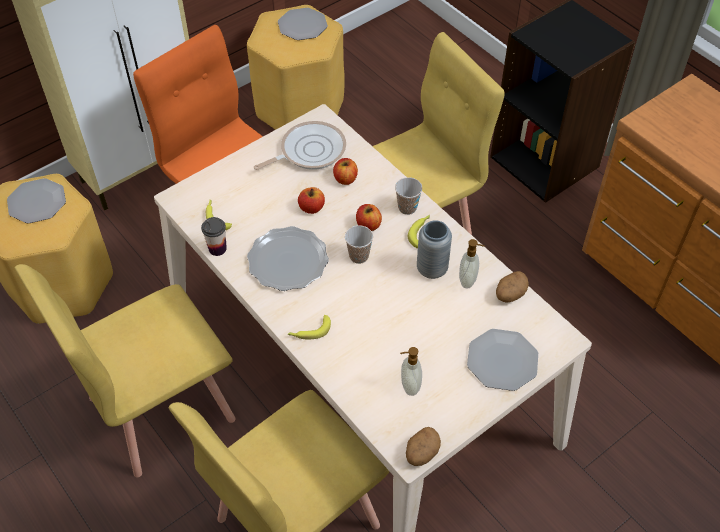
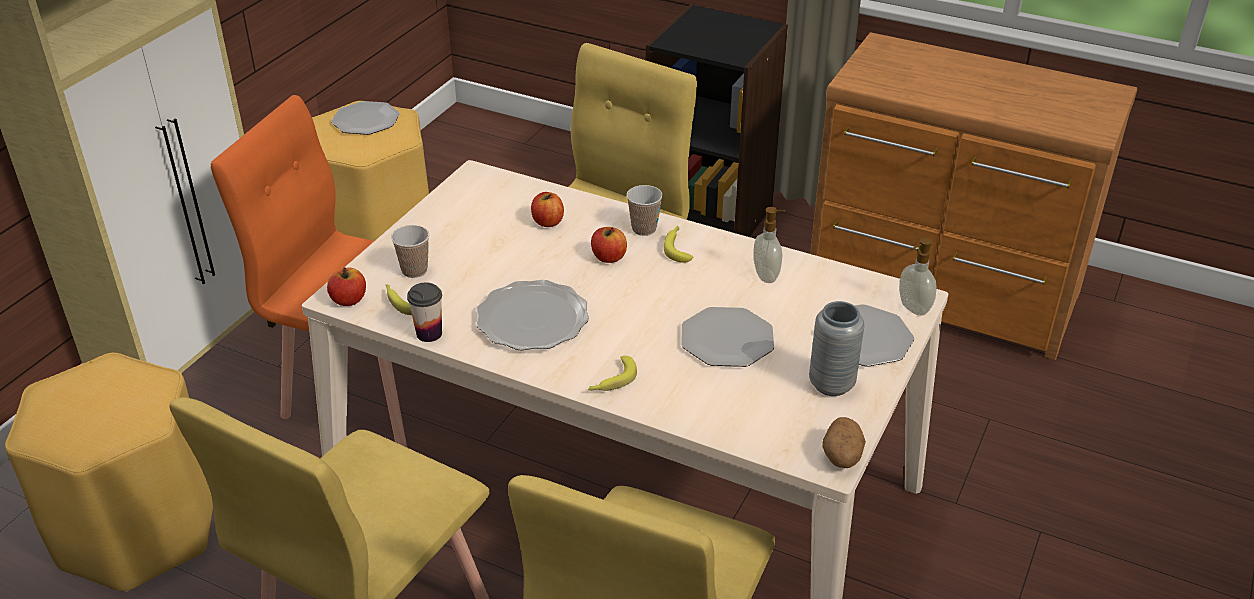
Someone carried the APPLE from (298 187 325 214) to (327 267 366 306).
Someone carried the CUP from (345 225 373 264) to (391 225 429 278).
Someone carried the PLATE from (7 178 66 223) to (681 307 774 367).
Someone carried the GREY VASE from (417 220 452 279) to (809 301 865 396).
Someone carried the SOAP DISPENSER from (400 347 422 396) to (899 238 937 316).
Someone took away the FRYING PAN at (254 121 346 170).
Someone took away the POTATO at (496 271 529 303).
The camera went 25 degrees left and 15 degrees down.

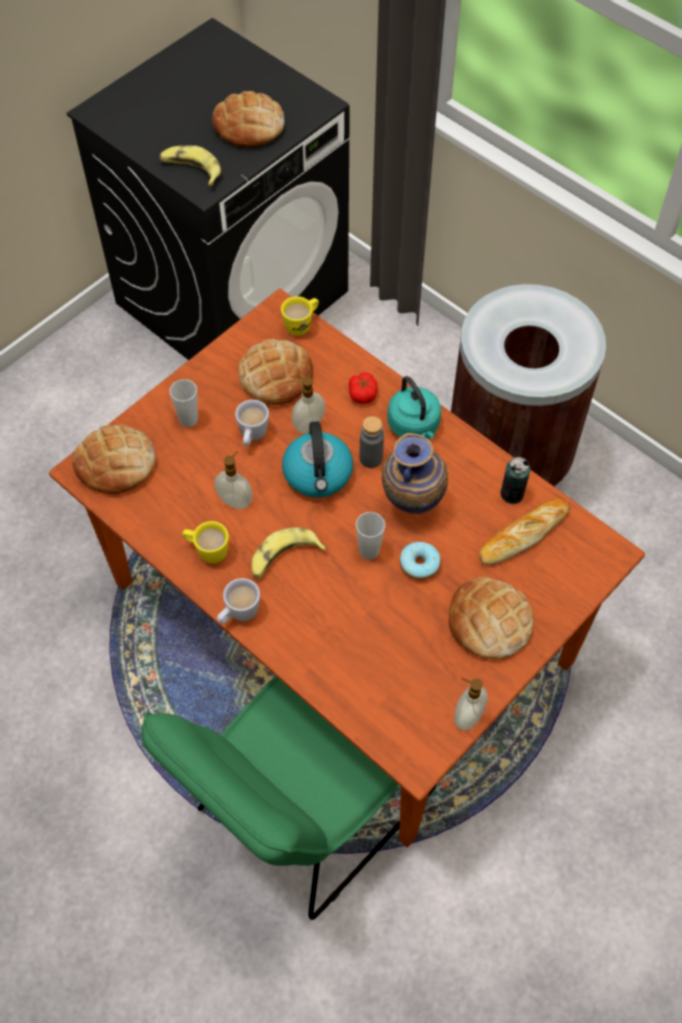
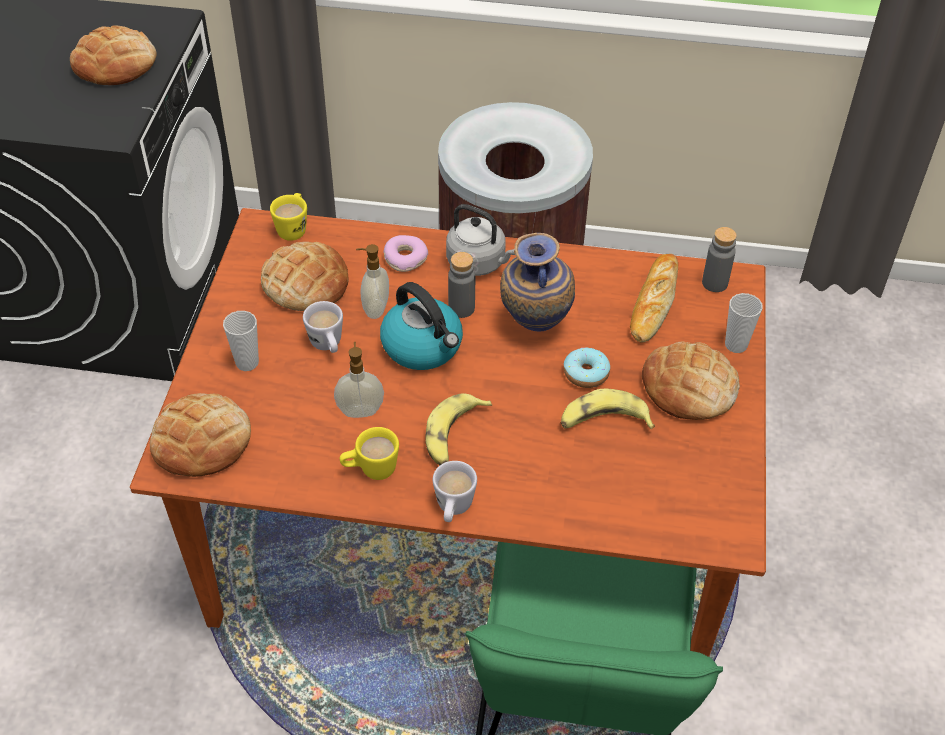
Someone swapped the TOMATO at (349 373 378 404) for the DONUT at (383 235 428 272).
Someone repainted the TURQUOISE KETTLE at (388 376 441 439), which became the GREY KETTLE at (446 204 515 276).
Someone carried the BANANA from (160 146 221 186) to (561 389 655 429).
Someone put down the GREY BOTTLE at (702 227 737 292).
Someone carried the CUP from (356 512 385 559) to (725 293 763 353).
Someone took away the SOAP DISPENSER at (454 678 488 730).
Someone took away the CAN at (501 457 530 504).
The camera went 35 degrees left and 10 degrees down.

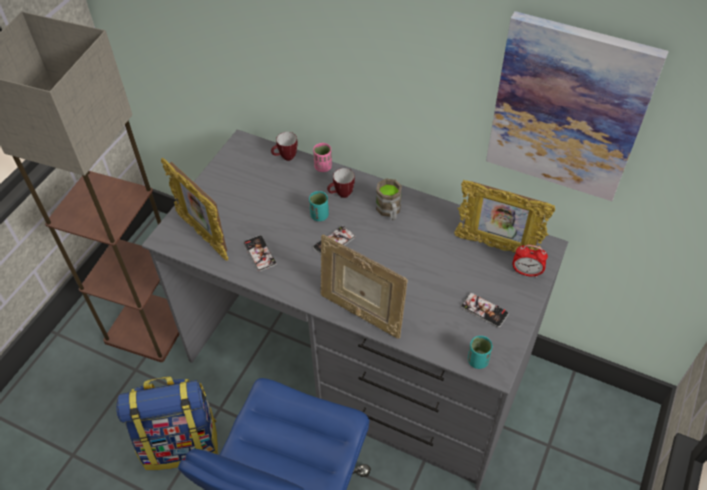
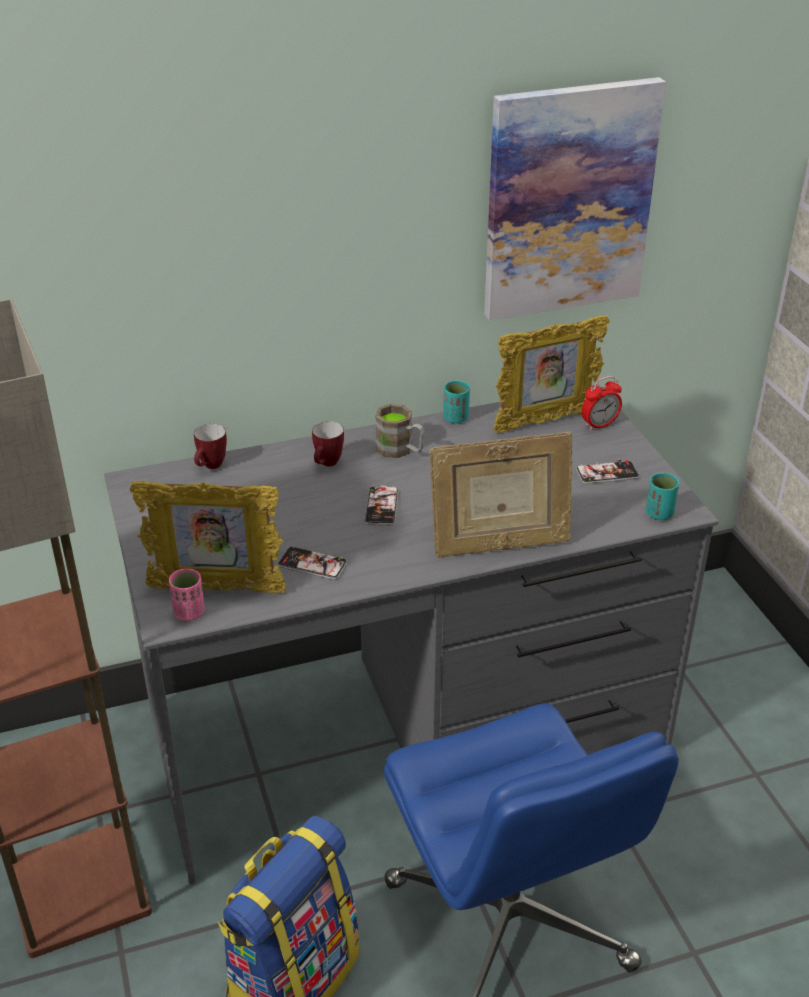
Someone carried the PINK CUP from (313 143 332 172) to (169 569 205 621).
Someone carried the TURQUOISE CUP from (309 191 329 221) to (443 380 470 423).
The camera went 45 degrees left and 15 degrees down.

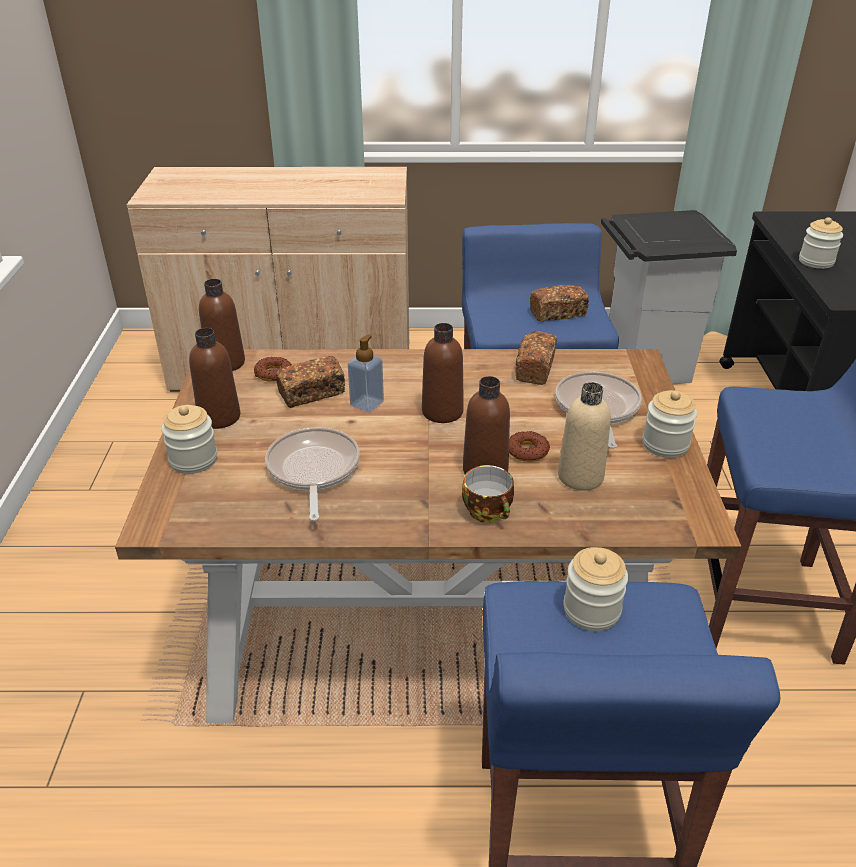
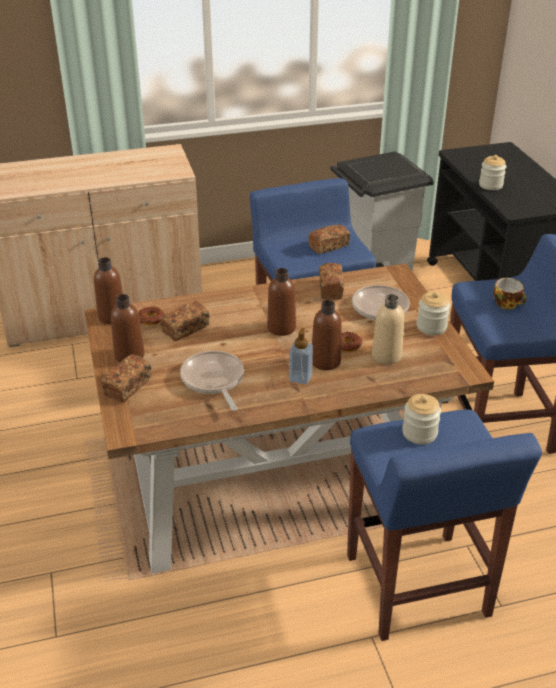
Someone swapped the JAR at (161 405 217 474) for the BREAD at (102 354 152 403).
Someone carried the SOAP DISPENSER from (348 334 384 412) to (289 328 313 385).
Someone carried the CUP from (462 465 514 523) to (493 278 527 309).
The camera went 15 degrees left and 0 degrees up.

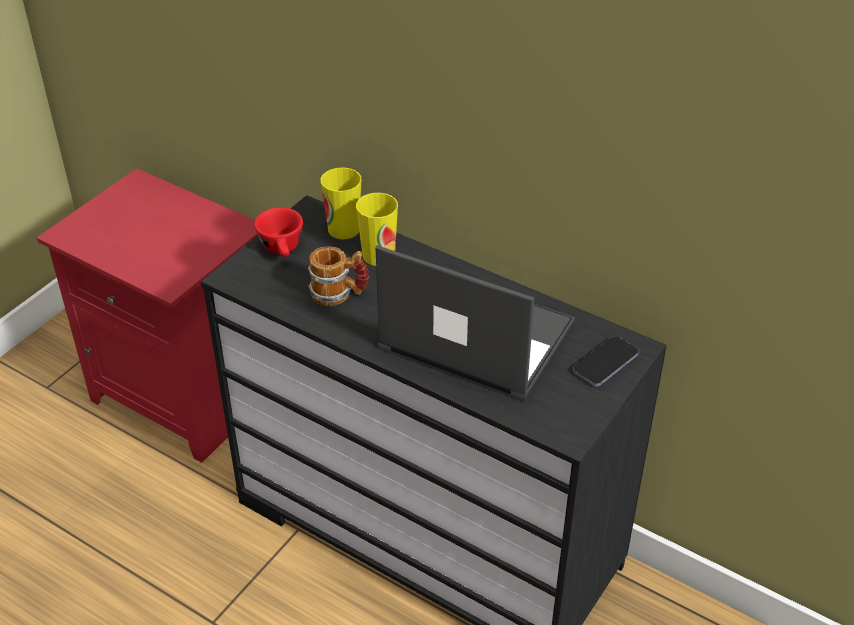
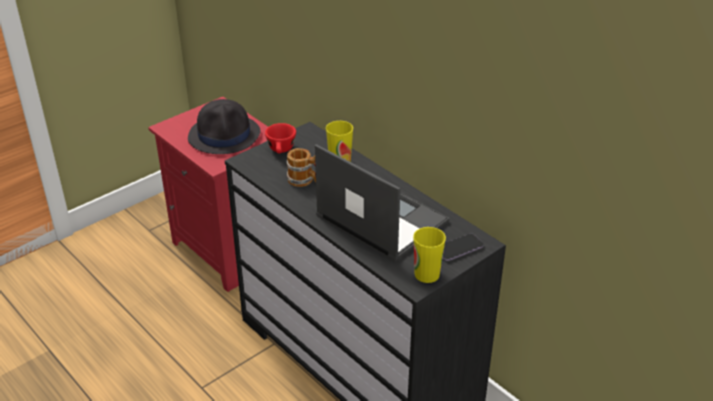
Someone put down the BLACK HAT at (188 99 261 154).
Someone carried the CUP from (321 167 362 239) to (413 227 446 283).
The camera went 15 degrees right and 5 degrees down.

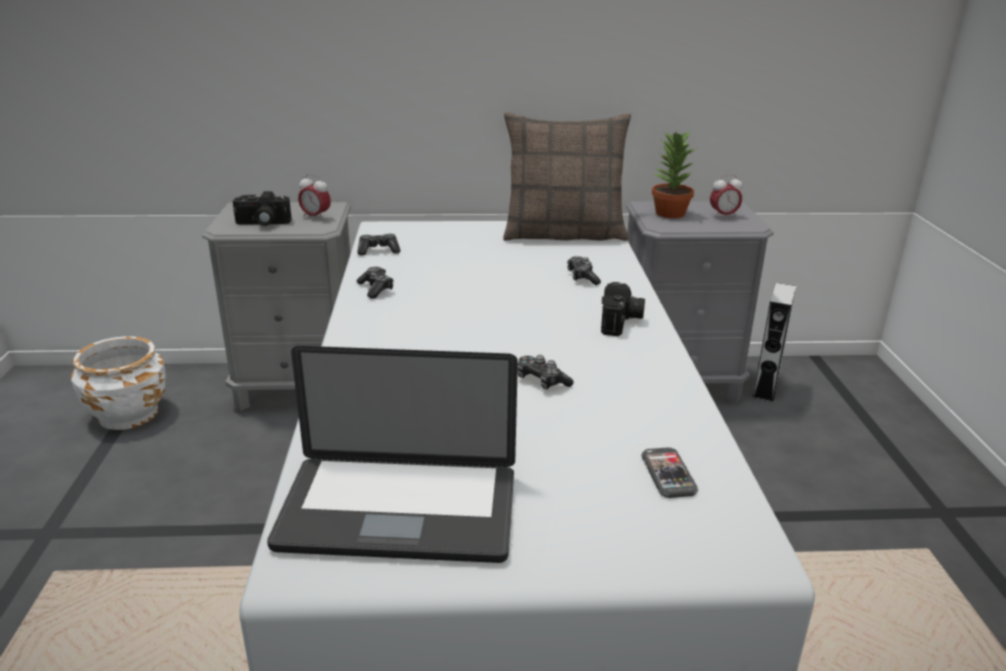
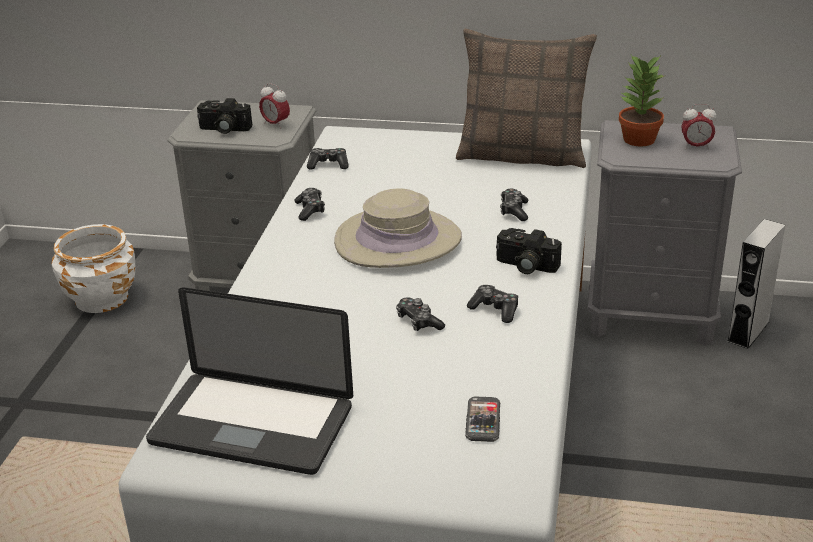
Someone put down the BEIGE HAT at (334 188 462 268).
Someone put down the GAME CONTROLLER at (467 285 518 323).
Someone rotated the PHOTO CAMERA at (601 282 645 336) by 90 degrees clockwise.
The camera went 15 degrees right and 5 degrees up.

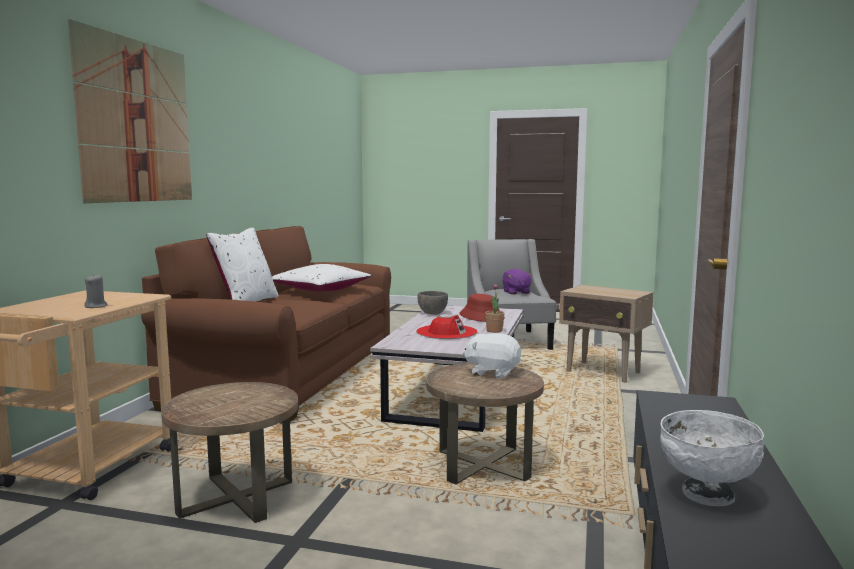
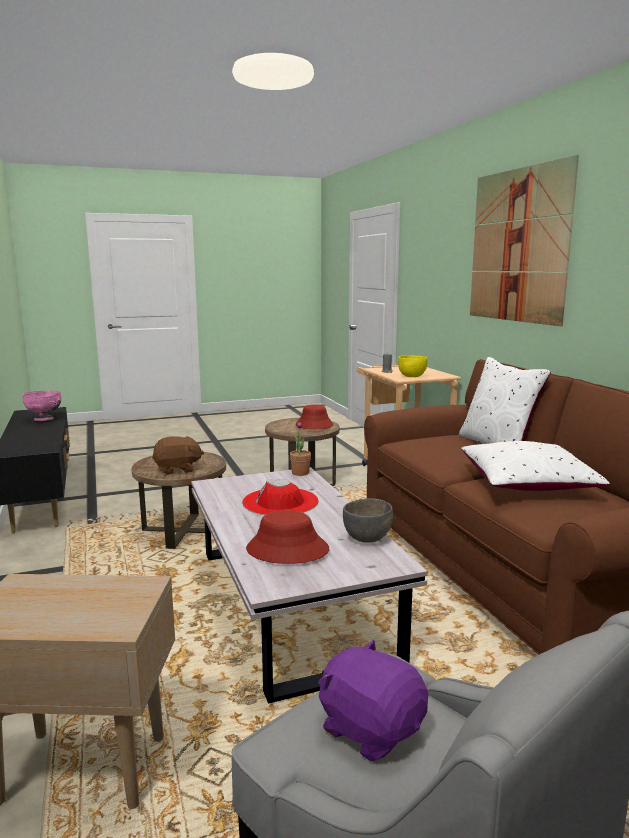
Someone repainted the WHITE BOWL at (660 410 764 506), which became the PINK BOWL at (23 391 61 421).
Someone repainted the WHITE PLUSH TOY at (462 333 522 379), which became the BROWN PLUSH TOY at (152 436 204 474).
Someone carried the POTTED PLANT from (485 284 504 333) to (290 422 311 476).
Someone put down the RED HAT at (296 405 334 429).
Someone put down the YELLOW BOWL at (398 355 427 377).
The camera went 145 degrees right and 5 degrees up.

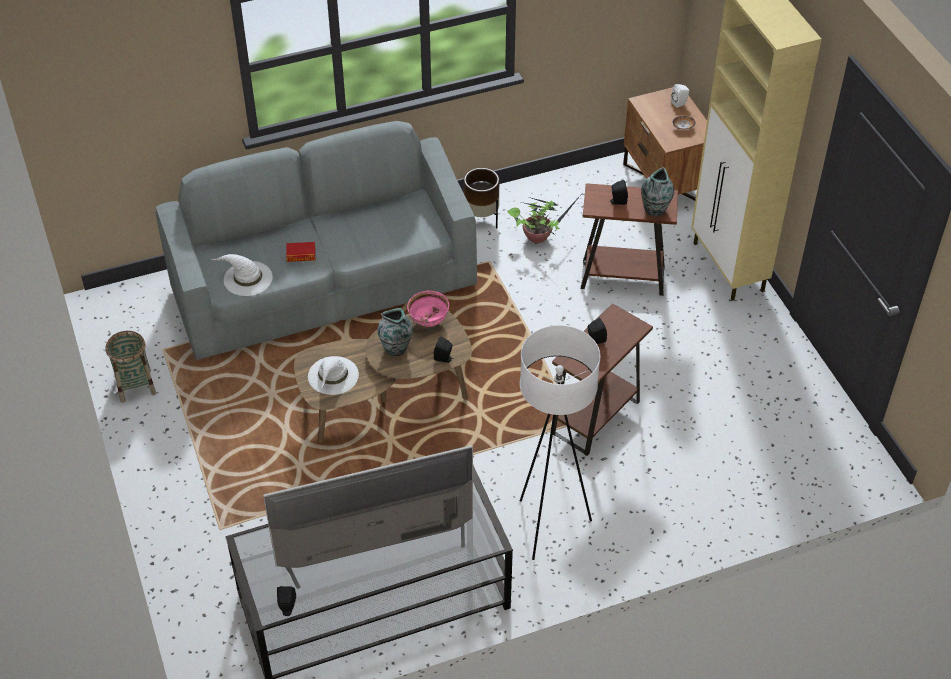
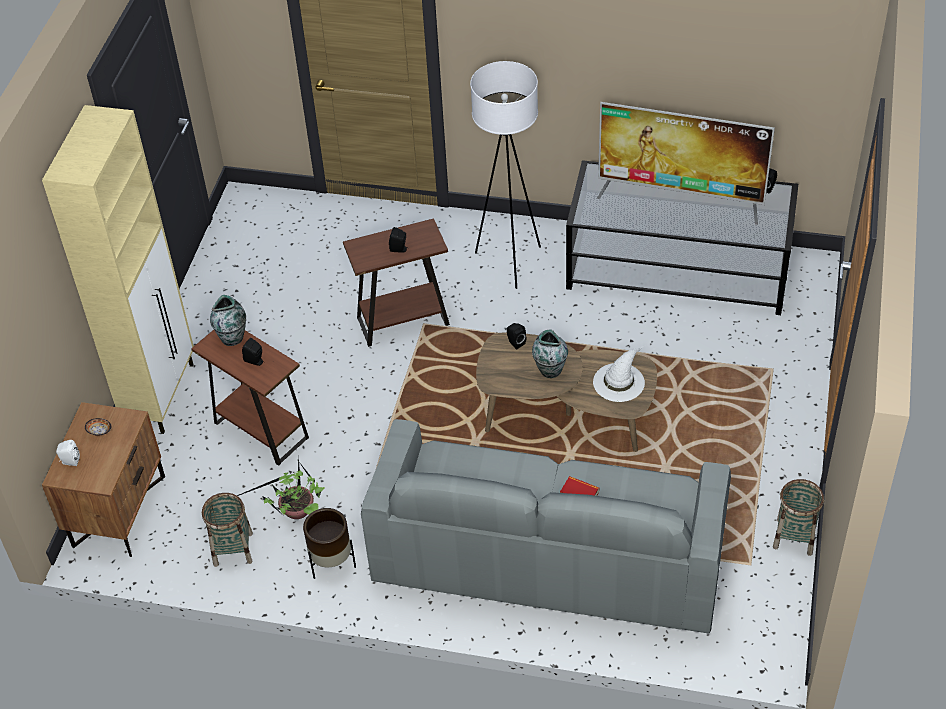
Someone put down the BASKET at (202 493 253 567).
Someone took away the WHITE HAT at (211 254 273 296).
Someone took away the PINK BOWL at (407 291 449 327).
The camera went 145 degrees left and 0 degrees up.

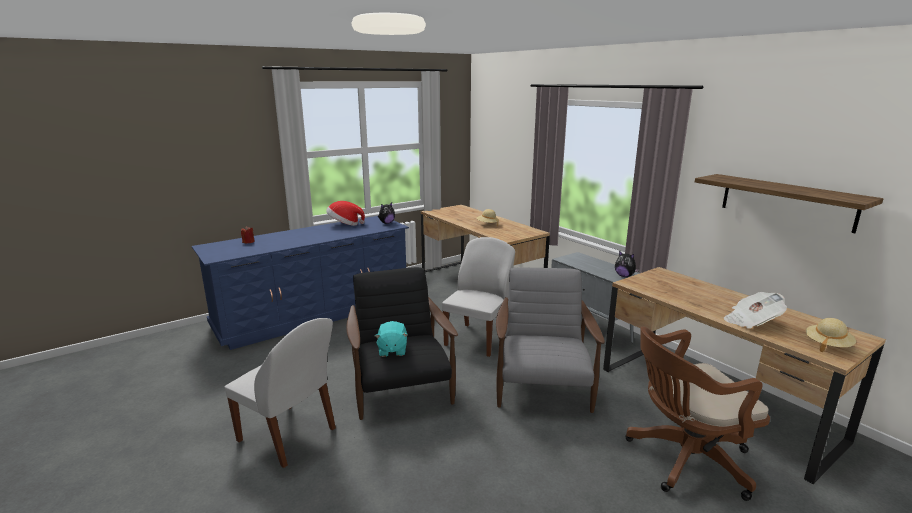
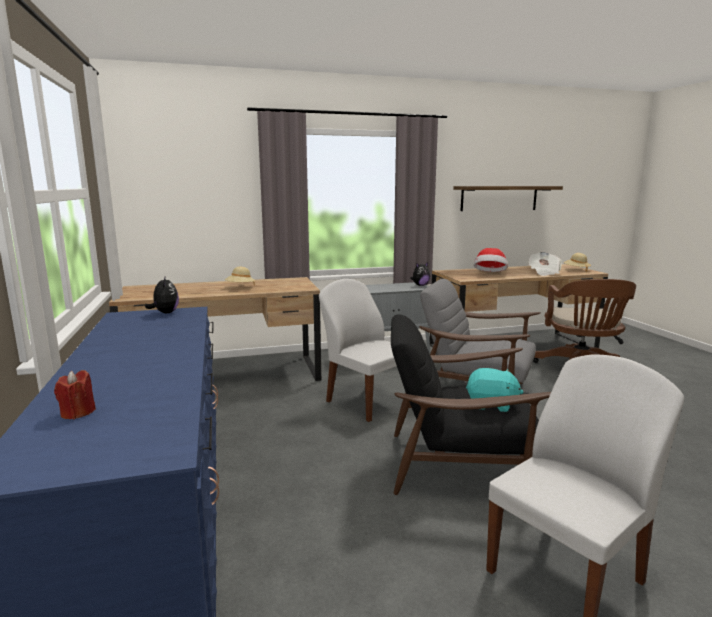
Someone carried the HAT from (326 201 365 226) to (474 248 508 272).
The camera went 70 degrees left and 5 degrees down.

